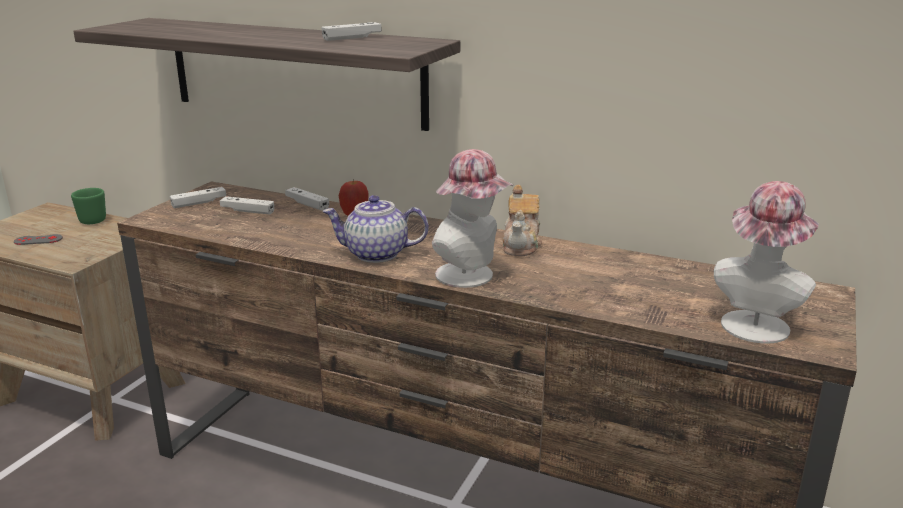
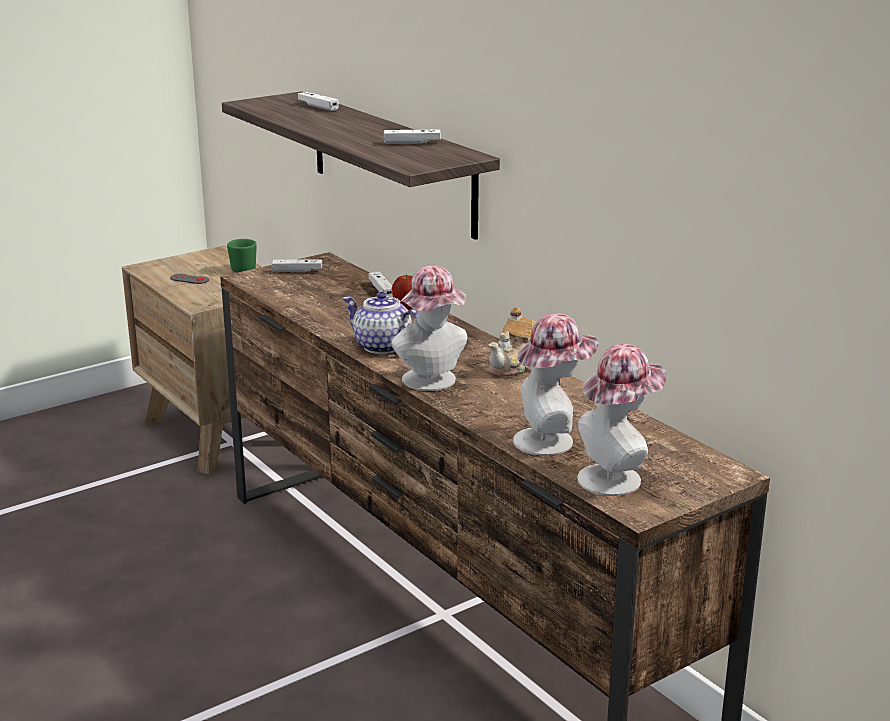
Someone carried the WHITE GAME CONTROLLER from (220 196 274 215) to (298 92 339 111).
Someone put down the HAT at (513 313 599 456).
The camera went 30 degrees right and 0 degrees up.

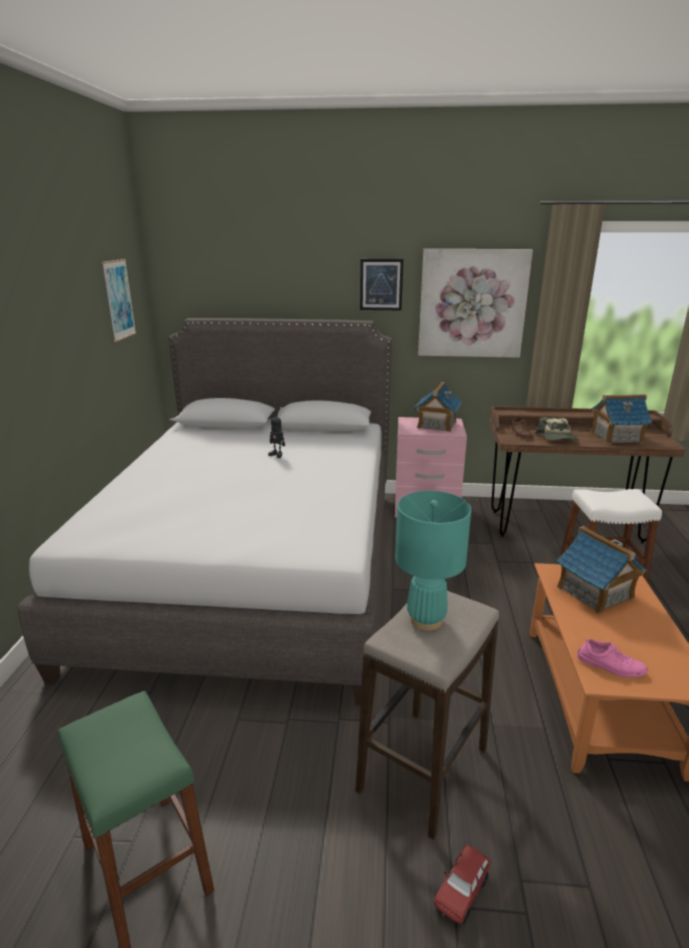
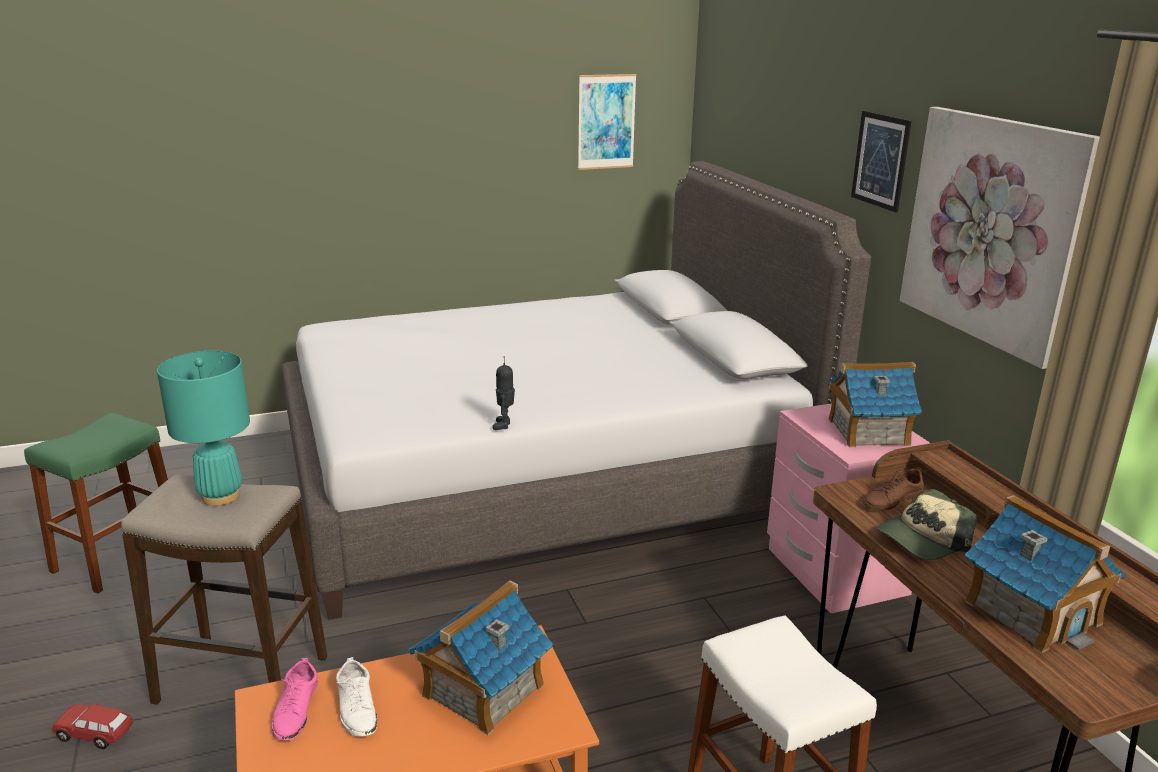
Someone put down the WHITE SHOE at (336 657 377 737).
Someone carried the TOY ROBOT from (268 411 285 458) to (492 356 515 430).
The camera went 65 degrees right and 0 degrees up.

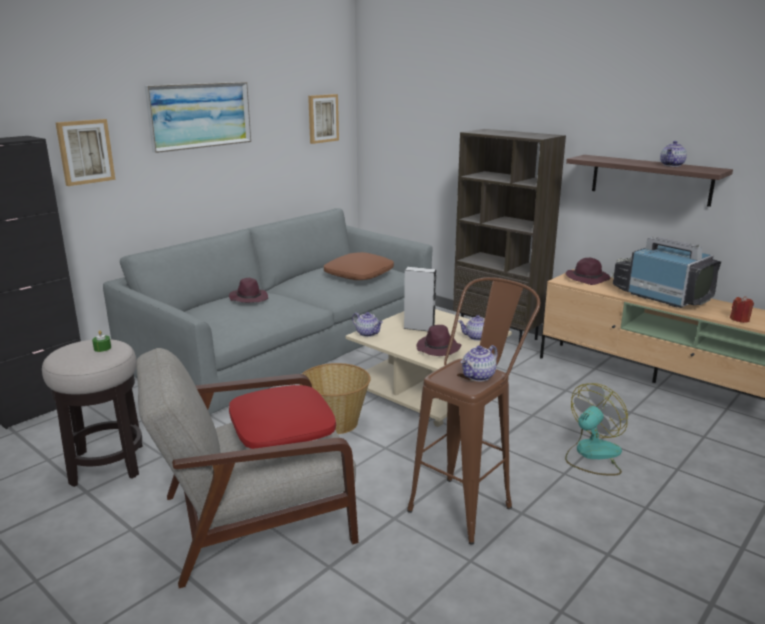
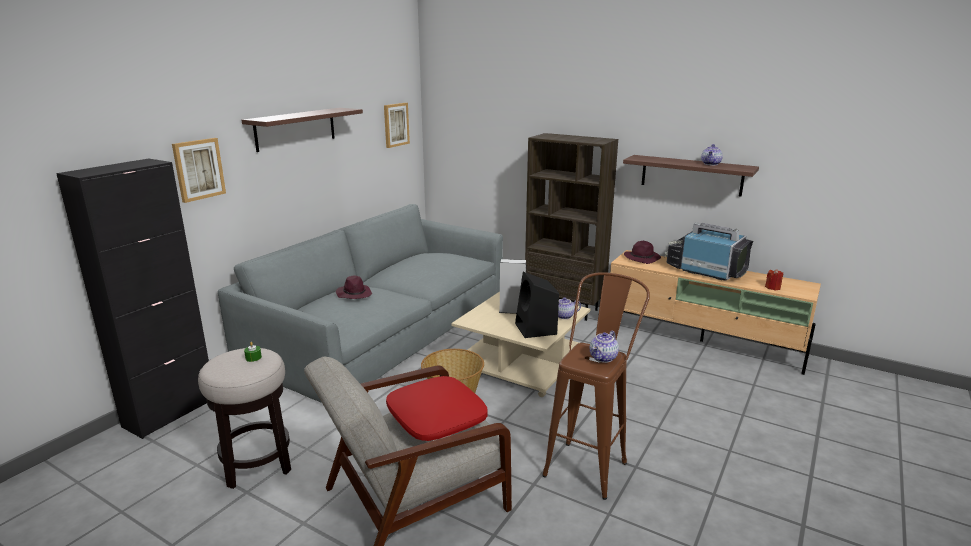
Someone swapped the PICTURE at (145 82 251 153) for the SHELF at (242 108 363 152).
Someone swapped the PURPLE HAT at (417 325 461 356) for the BLACK SPEAKER at (515 272 559 338).
Someone took away the BROWN PILLOW at (324 252 394 280).
Someone took away the TEAPOT at (352 312 383 337).
Someone took away the FAN at (565 383 628 476).
The camera went 10 degrees left and 0 degrees up.

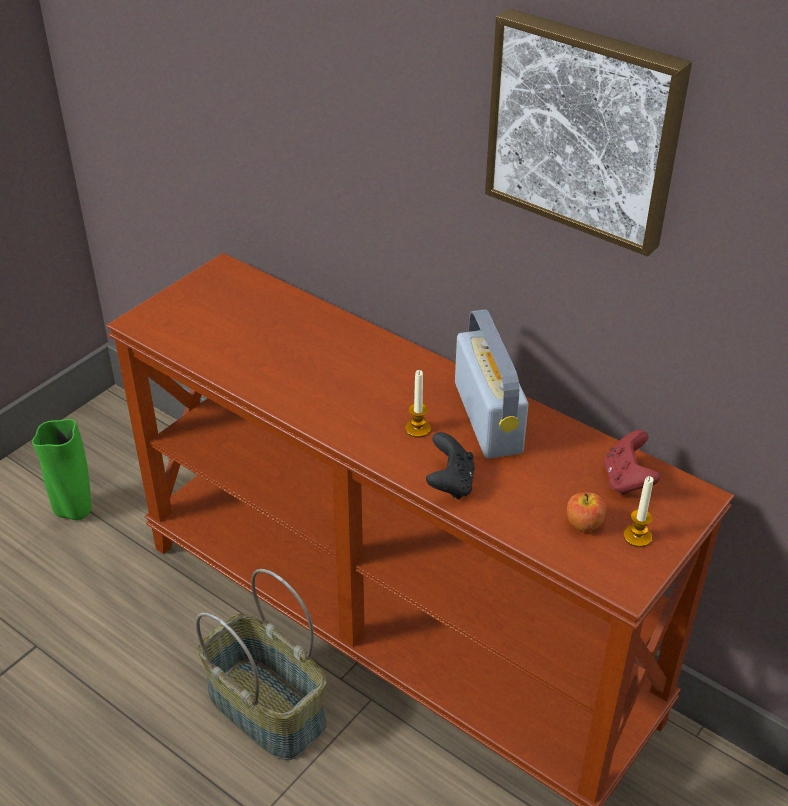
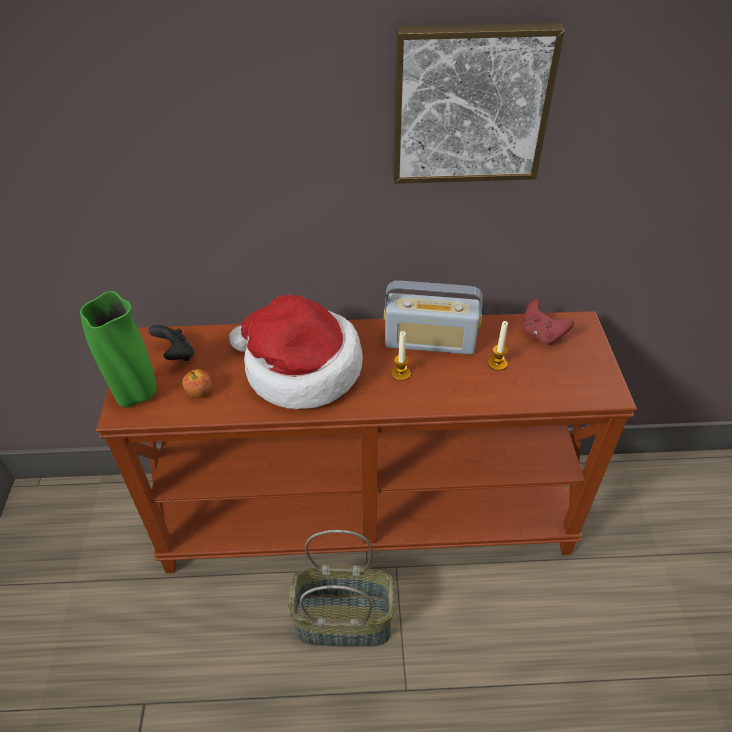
Someone carried the GREEN VASE from (32 419 92 520) to (80 291 157 408).
Someone carried the BLACK GAME CONTROLLER from (426 432 475 500) to (148 325 194 361).
Someone carried the APPLE from (567 492 606 532) to (182 369 211 398).
Someone put down the HAT at (229 295 363 409).
Someone rotated the RADIO at (455 309 528 458) by 150 degrees clockwise.
Someone carried the CANDLE from (623 476 654 547) to (488 321 508 371).
The camera went 40 degrees left and 5 degrees up.

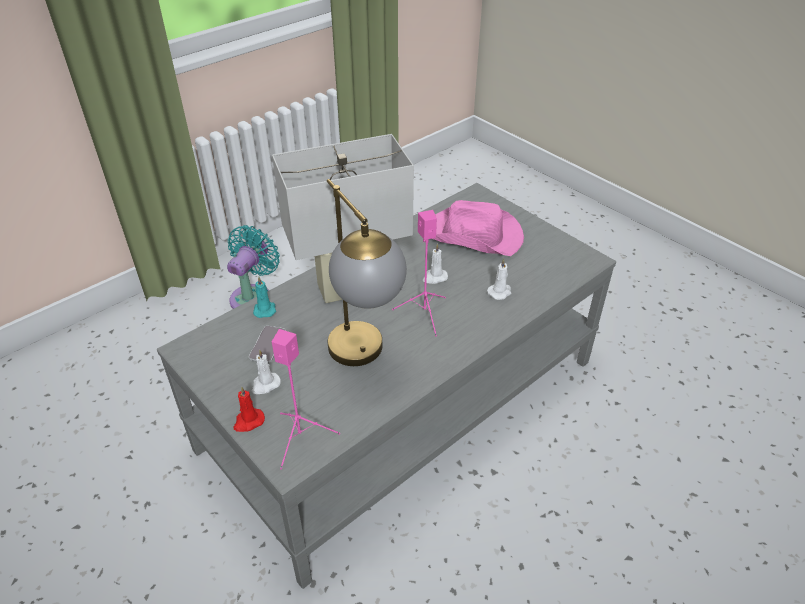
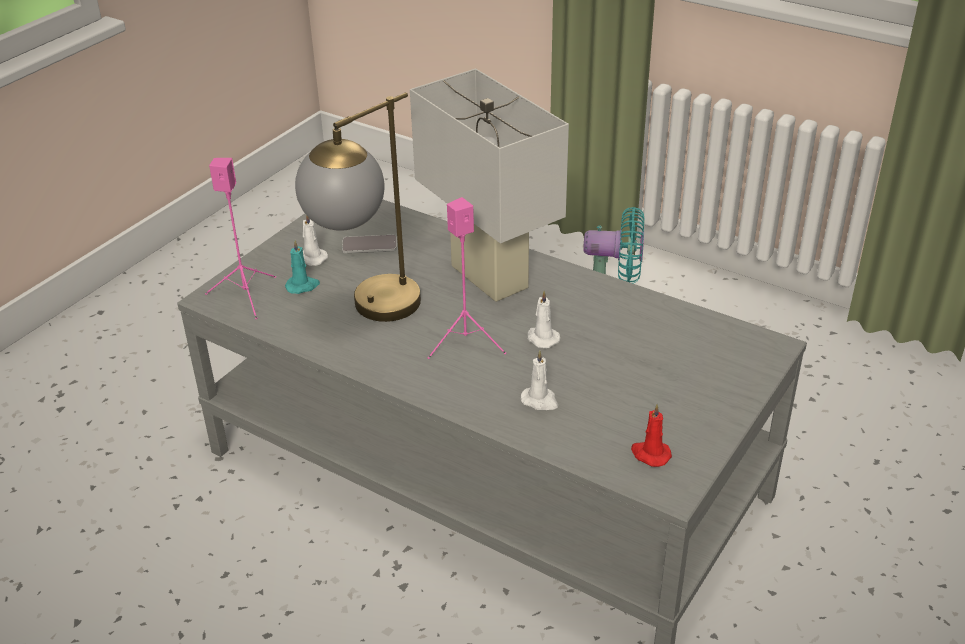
Someone carried the TURQUOISE CANDLE from (253 277 276 318) to (285 240 320 294).
Someone carried the RED CANDLE from (233 386 265 432) to (631 404 672 467).
Someone took away the PINK HAT at (432 200 524 256).
The camera went 75 degrees right and 5 degrees down.

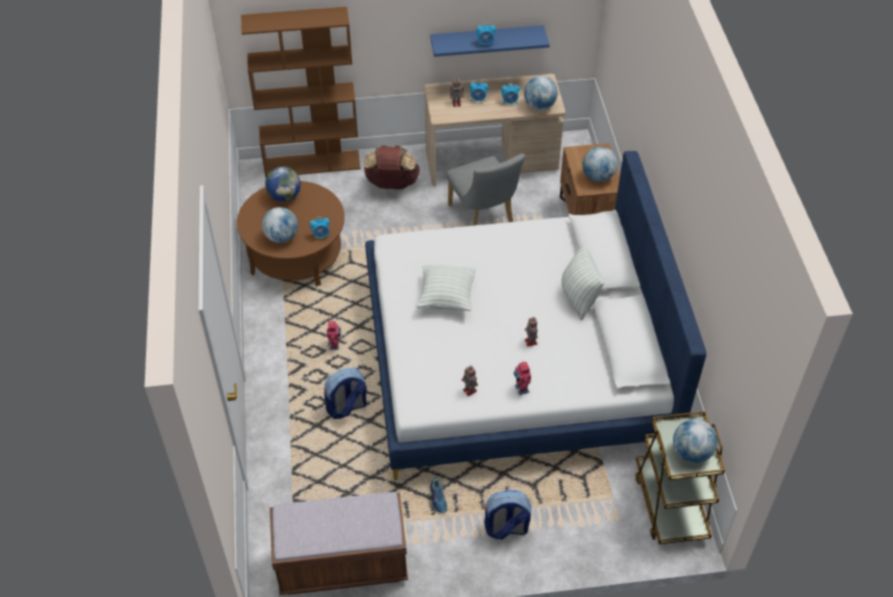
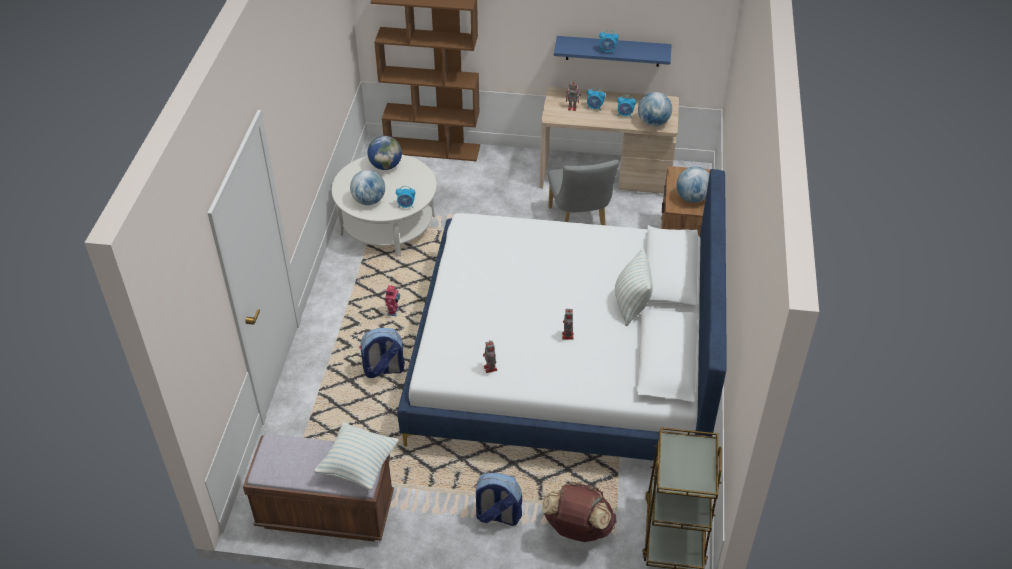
Someone carried the PILLOW from (417 264 476 311) to (314 422 399 490).
Someone repainted the BROWN COFFEE TABLE at (237 181 345 287), which became the WHITE COFFEE TABLE at (332 155 437 257).
Someone carried the BROWN BACKPACK from (364 145 420 189) to (542 481 617 542).
Someone took away the SHOE at (430 477 447 513).
Someone took away the TOY ROBOT at (514 361 531 395).
Someone took away the GLOBE at (673 419 718 463).
The camera went 15 degrees right and 5 degrees down.

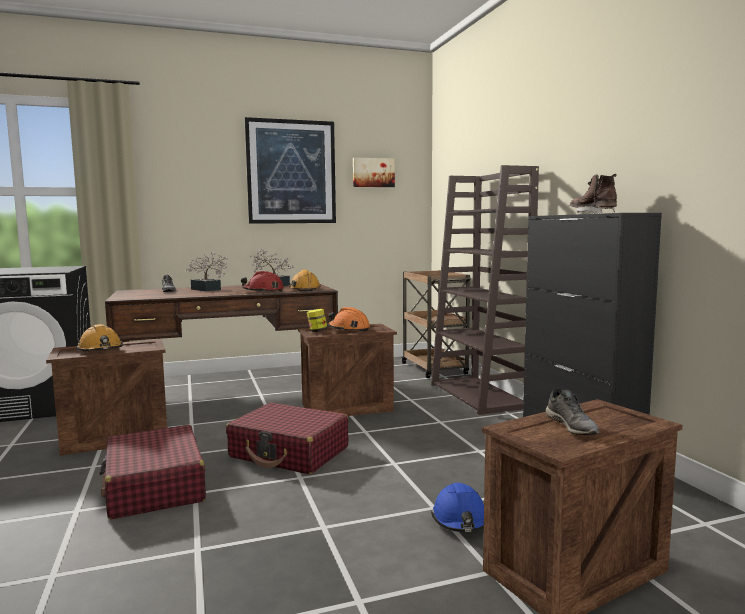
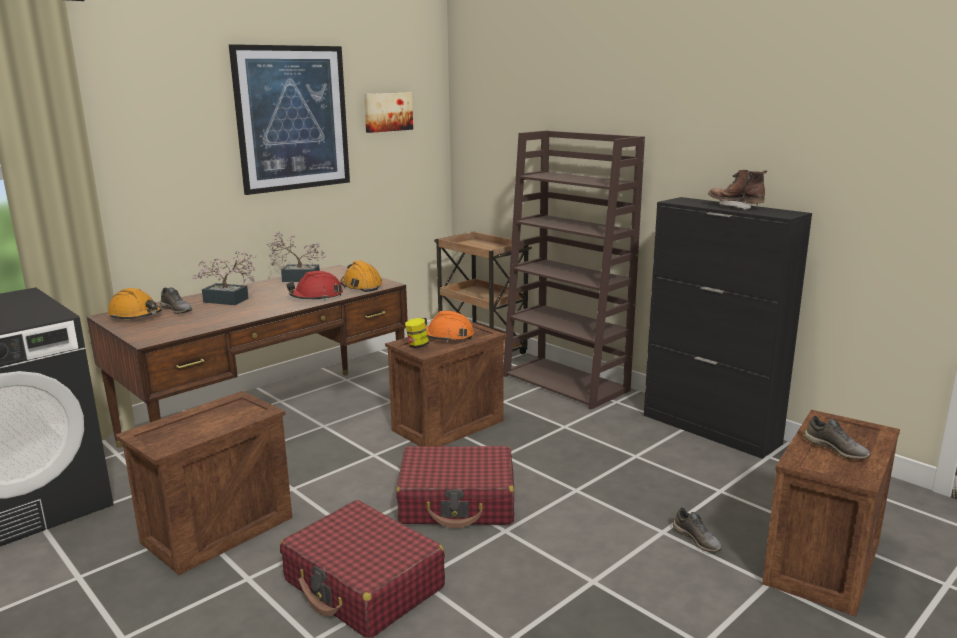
Someone carried the ORANGE HARD HAT from (77 324 123 351) to (108 288 162 320).
Someone swapped the BLUE HARD HAT at (431 483 484 532) for the GREY SHOE at (673 507 722 552).
The camera went 25 degrees left and 10 degrees up.

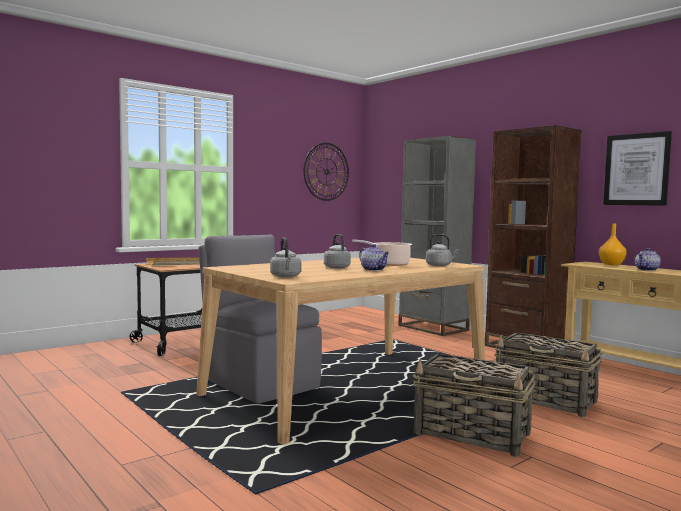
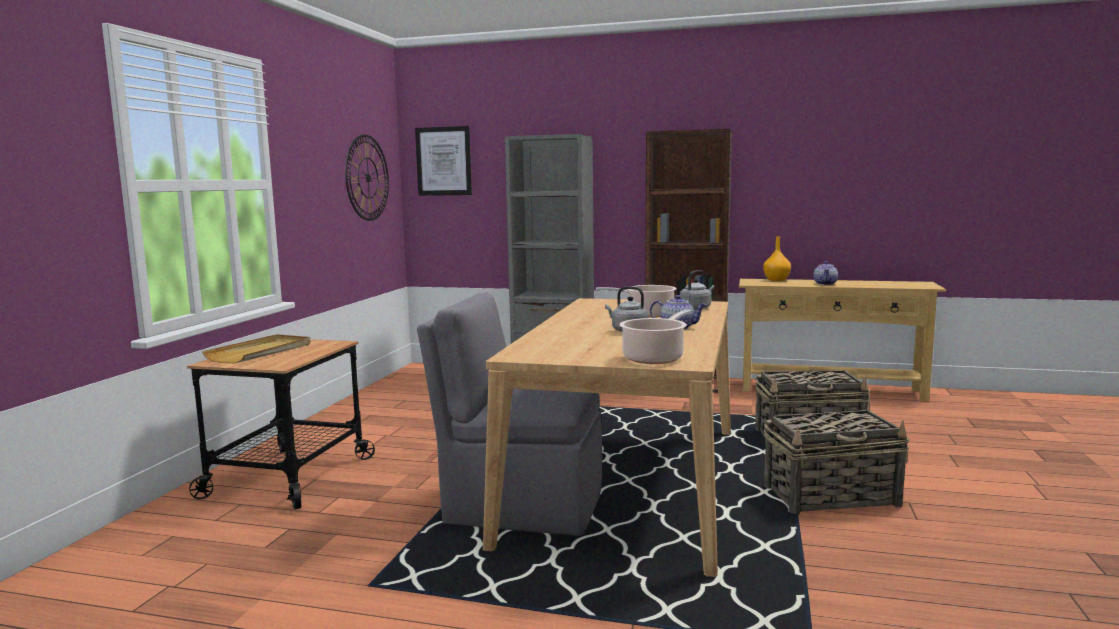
Someone carried the PICTURE from (603 131 672 206) to (415 126 472 196).
Someone swapped the GREY KETTLE at (270 237 302 277) for the COOKING POT at (619 310 691 364).
The camera went 35 degrees left and 5 degrees up.

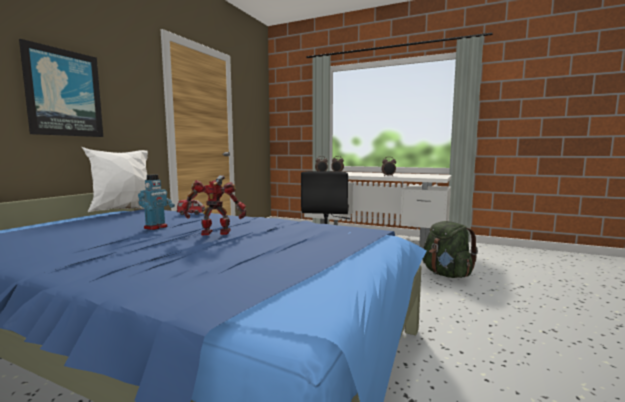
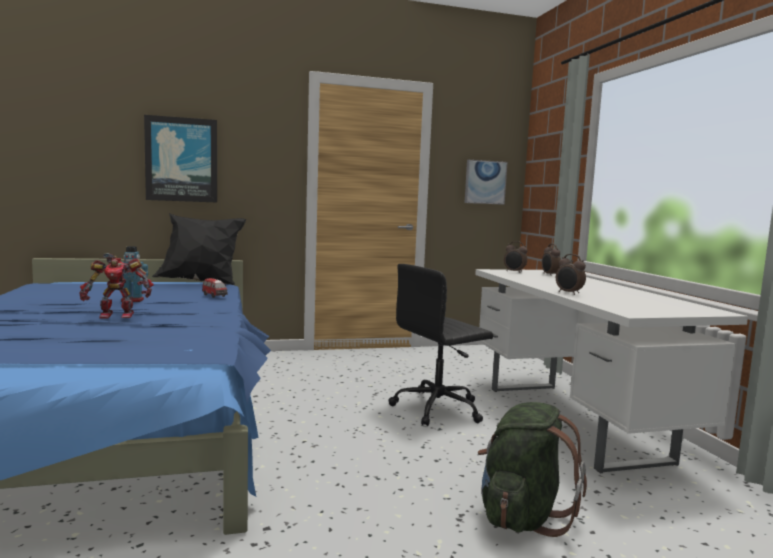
Someone rotated the TOY ROBOT at (182 175 246 235) by 120 degrees clockwise.
Someone repainted the WHITE PILLOW at (82 147 148 212), which became the BLACK PILLOW at (152 213 246 285).
Someone put up the PICTURE at (465 160 508 205).
The camera went 50 degrees right and 0 degrees up.

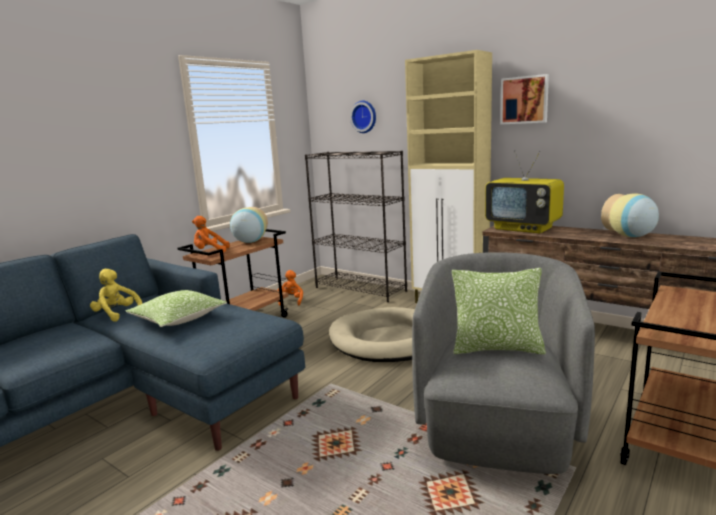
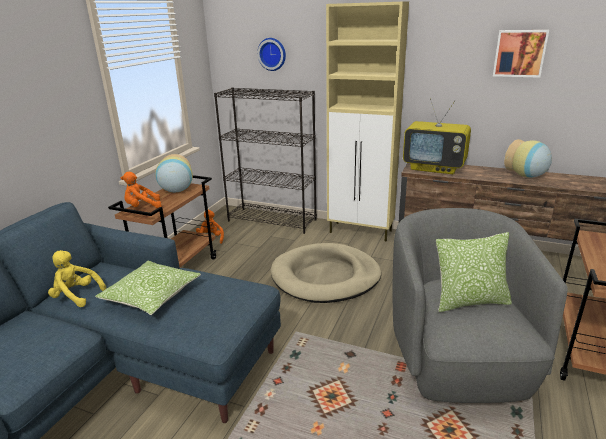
Someone carried the PICTURE from (500 74 549 125) to (493 30 549 78).
The camera went 15 degrees left and 10 degrees up.

